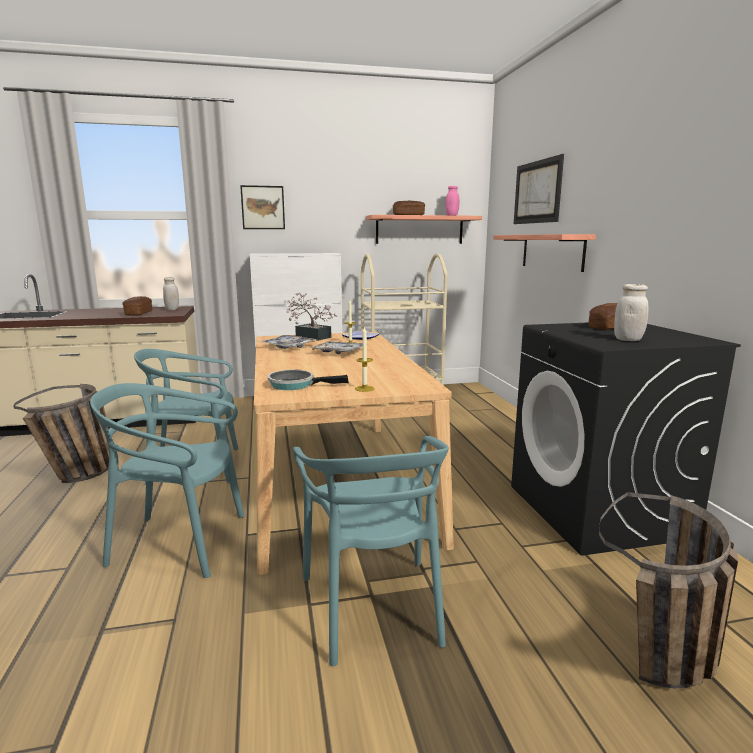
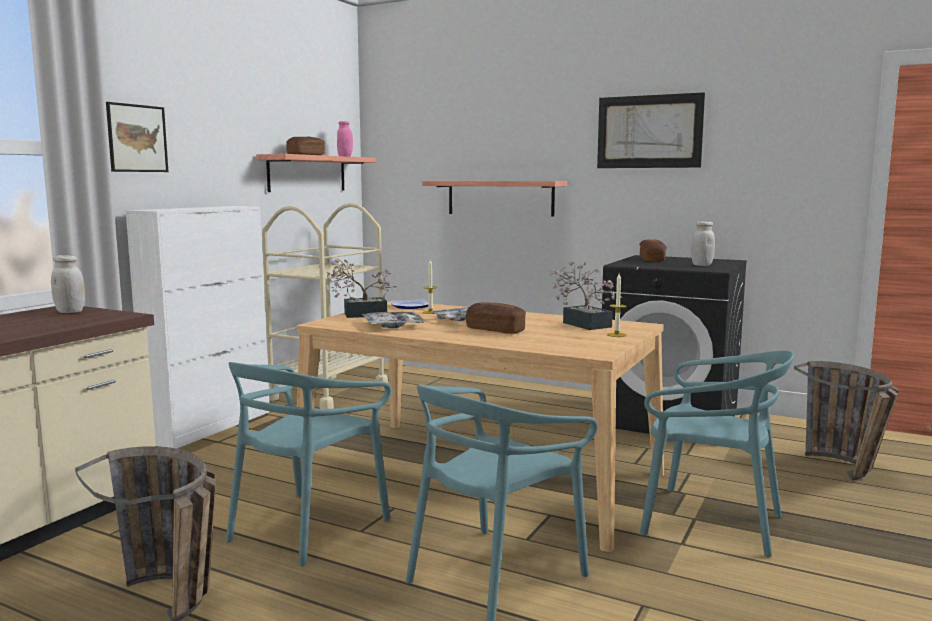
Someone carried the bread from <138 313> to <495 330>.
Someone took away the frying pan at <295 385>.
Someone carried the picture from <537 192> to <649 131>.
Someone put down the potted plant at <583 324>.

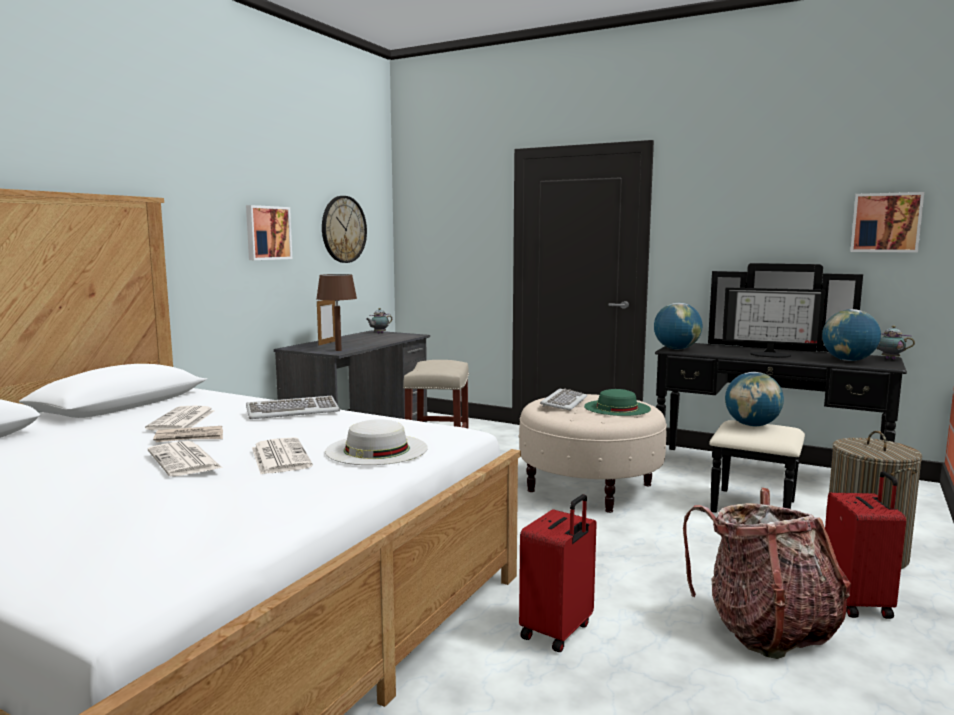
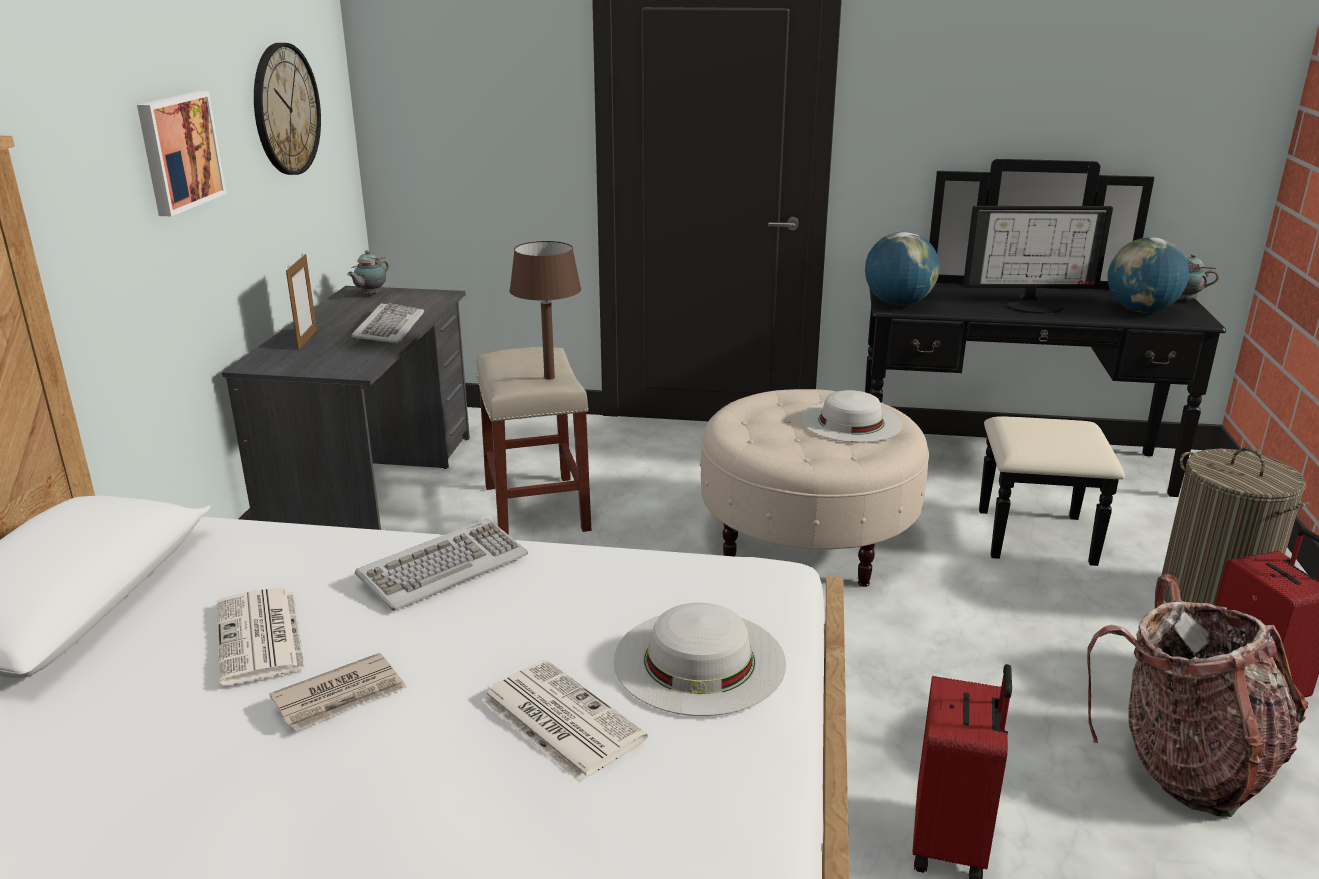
Someone took away the newspaper at <185 460>.
Someone carried the table lamp (brown) from <338 350> to <549 377>.
Someone carried the keyboard from <563 402> to <388 328>.
Someone repainted the hat (green) at <617 407>, which became the hat (white) at <851 421>.
Someone took away the globe at <752 425>.
Someone took away the picture at <886 222>.

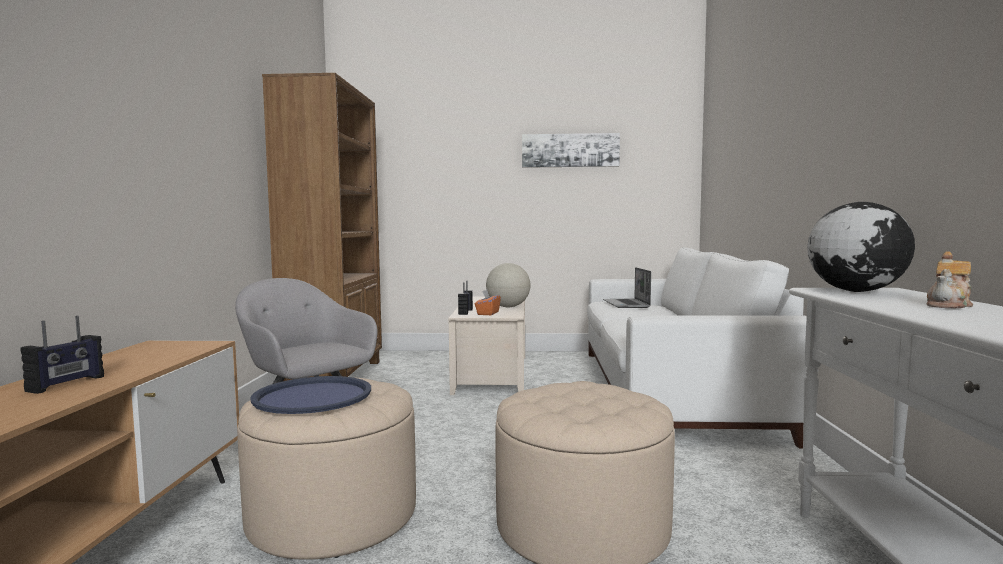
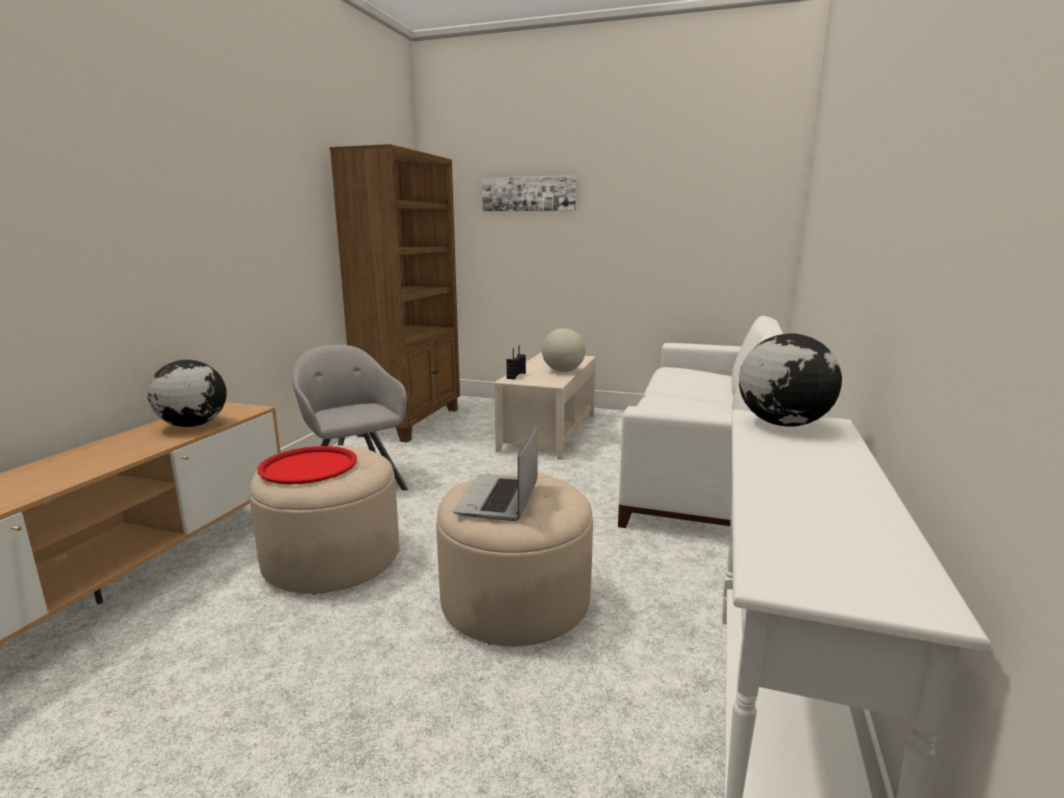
Someone took away the radio at <66 384>.
Someone repainted the tray (blue) at <312 396>, which became the tray (red) at <308 466>.
Someone took away the tissue box (orange) at <487 313>.
Someone carried the picture from <570 150> to <528 194>.
Someone carried the laptop from <627 304> to <499 499>.
Someone took away the teapot at <949 305>.
Someone put down the globe at <192 425>.

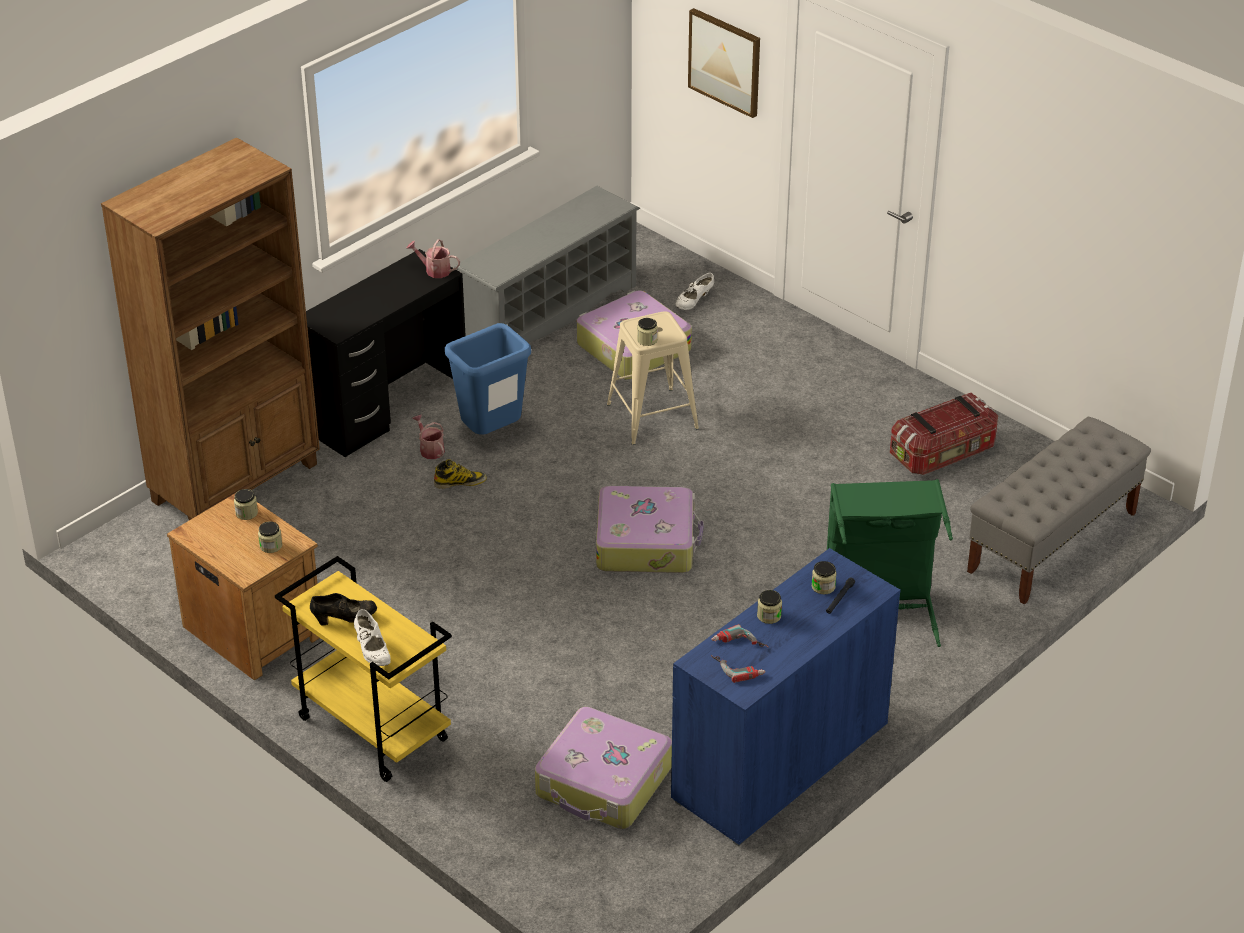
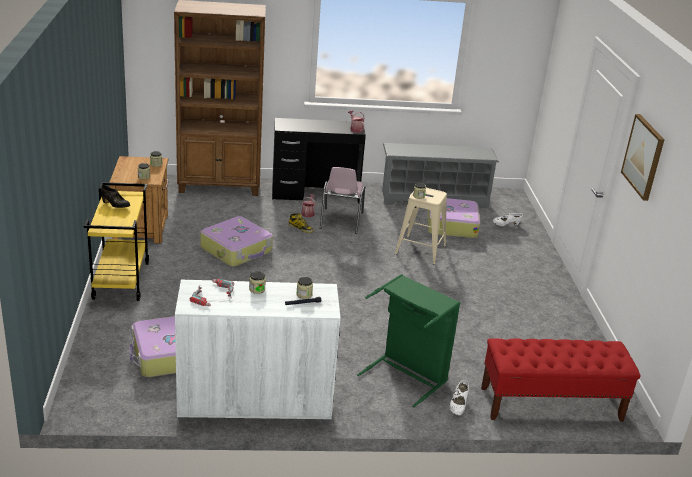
Someone carried the shoe (white) from <372 652> to <458 406>.
Someone swapped the trash can (blue) at <491 434> for the chair (pink) at <340 221>.
Someone carried the suitcase from <646 542> to <237 250>.
Someone repainted the cabinet (blue) at <780 762>, which became the cabinet (white) at <255 400>.
Someone carried the picture from <725 62> to <643 156>.
Someone took away the storage box at <943 454>.
Someone repainted the bench (grey) at <1052 542>, which became the bench (red) at <550 404>.

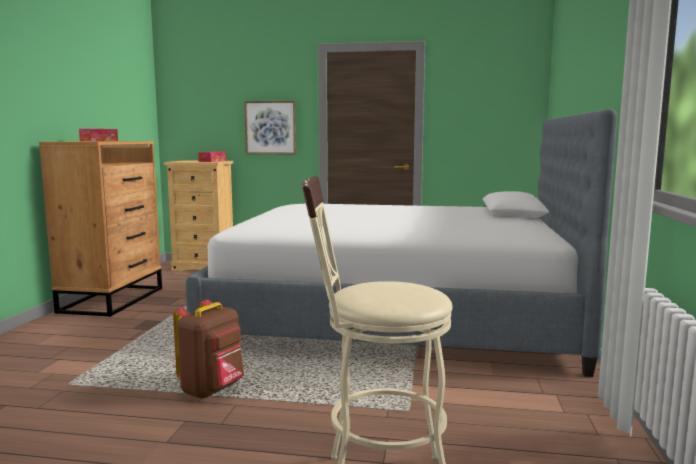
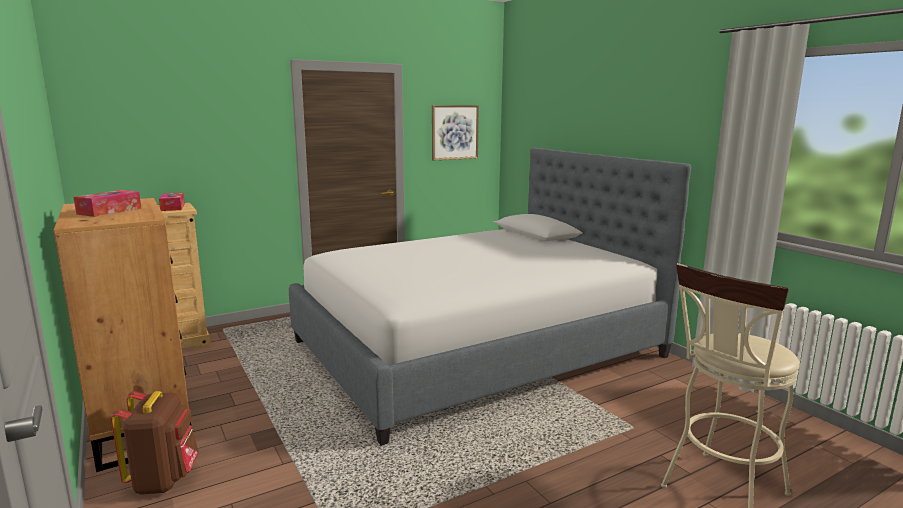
Someone carried the backpack (brown) from <212 390> to <164 480>.
Someone carried the picture from <270 127> to <454 132>.

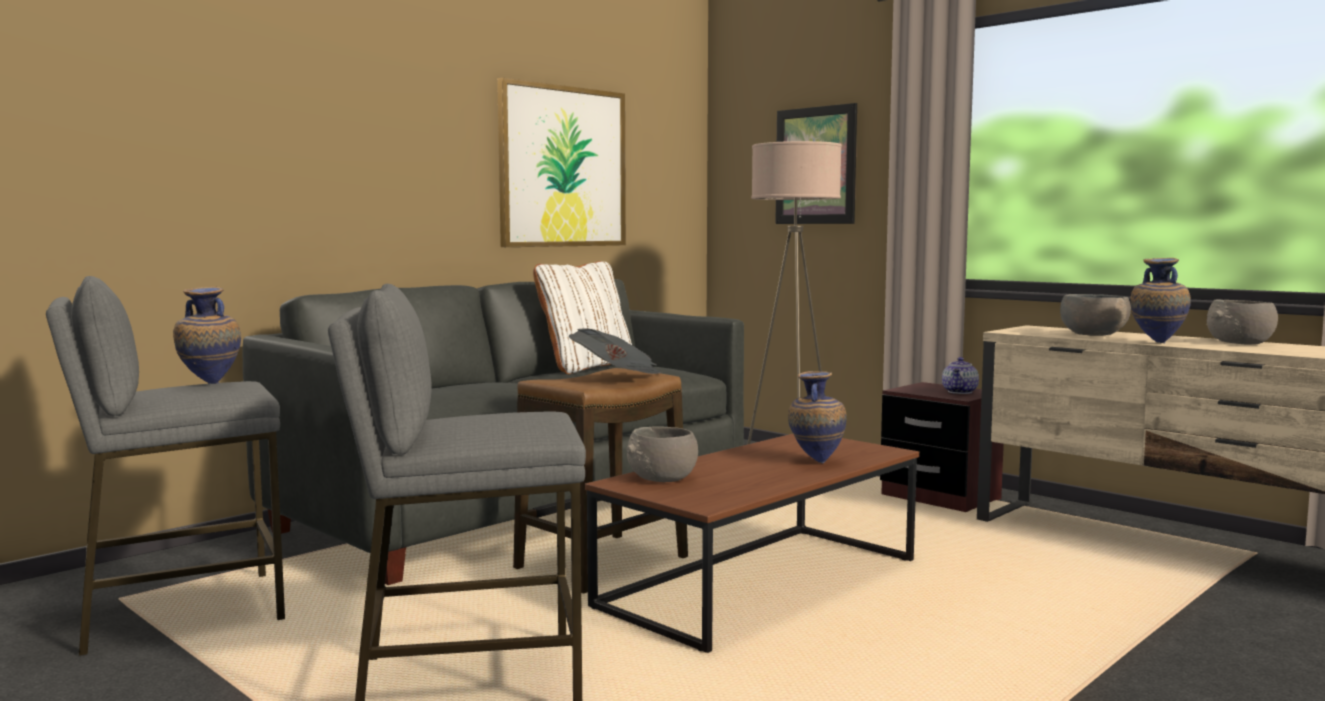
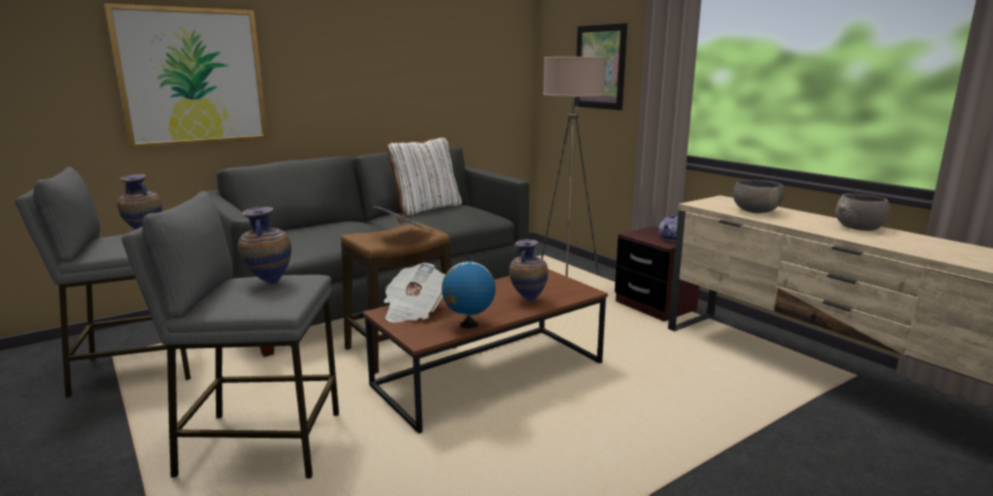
Someone carried the picture from <563 167> to <192 77>.
Someone swapped the bowl (grey) at <662 478> for the newspaper at <414 310>.
Someone carried the vase from <1156 343> to <268 284>.
Someone put down the globe at <468 325>.

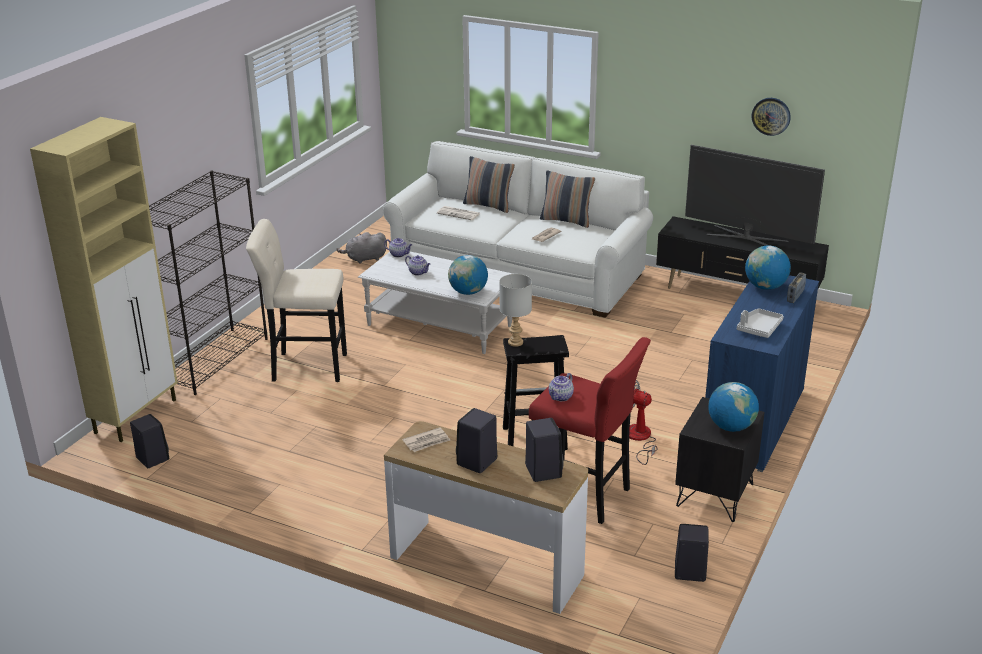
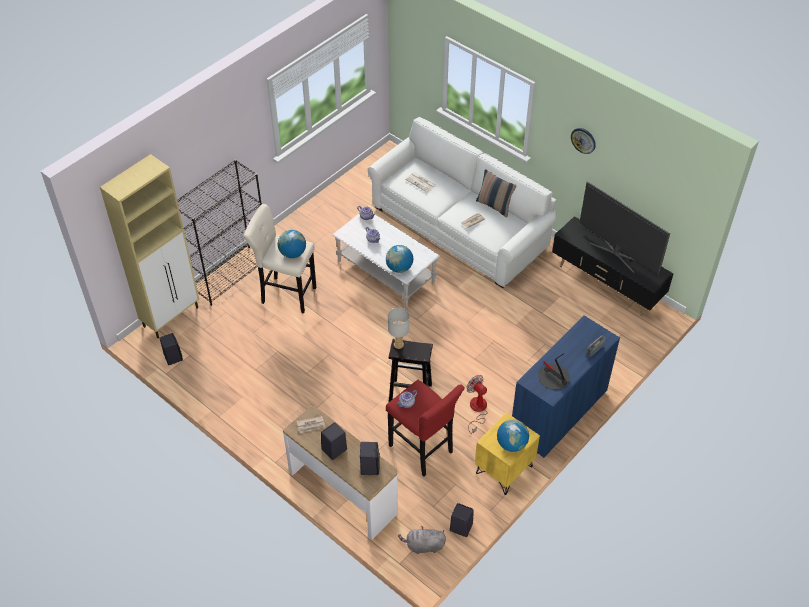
Someone carried the plush toy (grey) from <365 259> to <423 546>.
Someone took away the pillow at <488 205>.
Someone repainted the nightstand (black) at <715 495>, which became the nightstand (yellow) at <504 470>.
Someone swapped the tray (grey) at <759 328> for the table lamp at <553 378>.
Someone carried the globe from <765 287> to <292 253>.
Someone carried the wall clock from <771 116> to <583 140>.

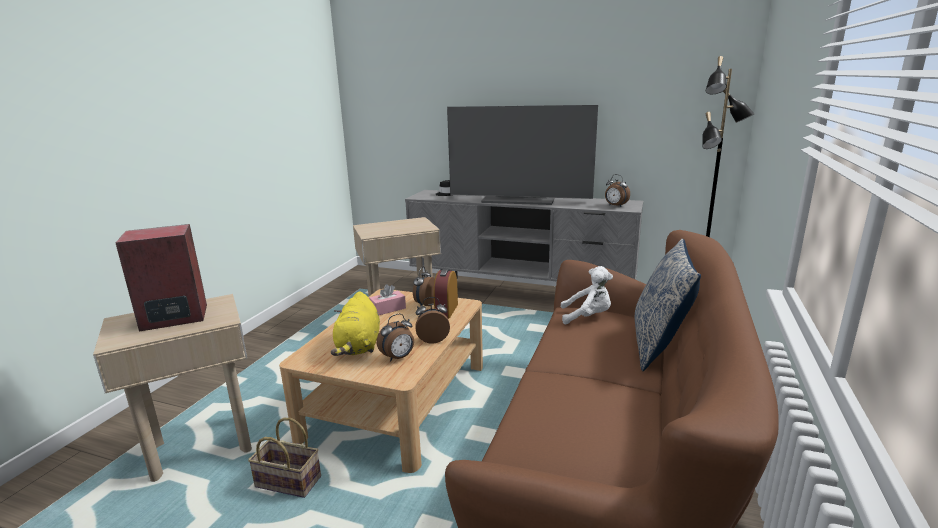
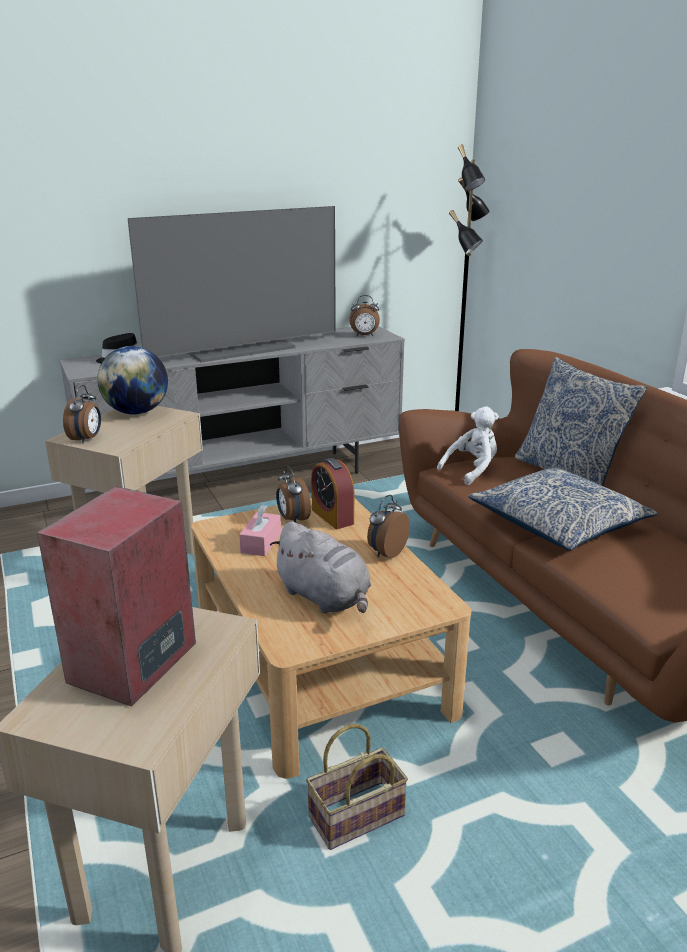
Someone repainted the plush toy (yellow) at <359 346>, which became the plush toy (grey) at <325 598>.
Someone carried the alarm clock from <398 357> to <86 439>.
Someone put down the globe at <136 412>.
Someone put down the pillow at <558 523>.

